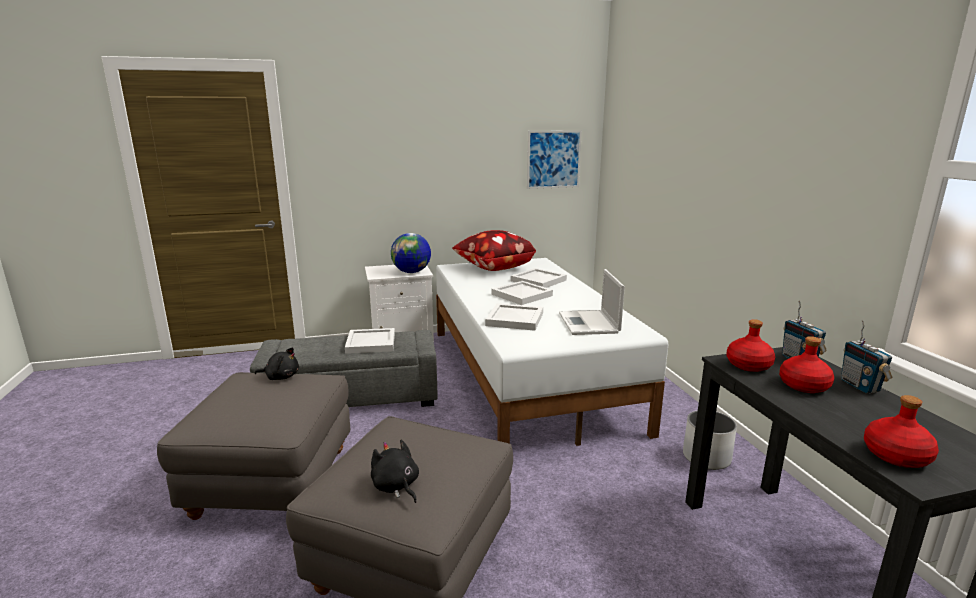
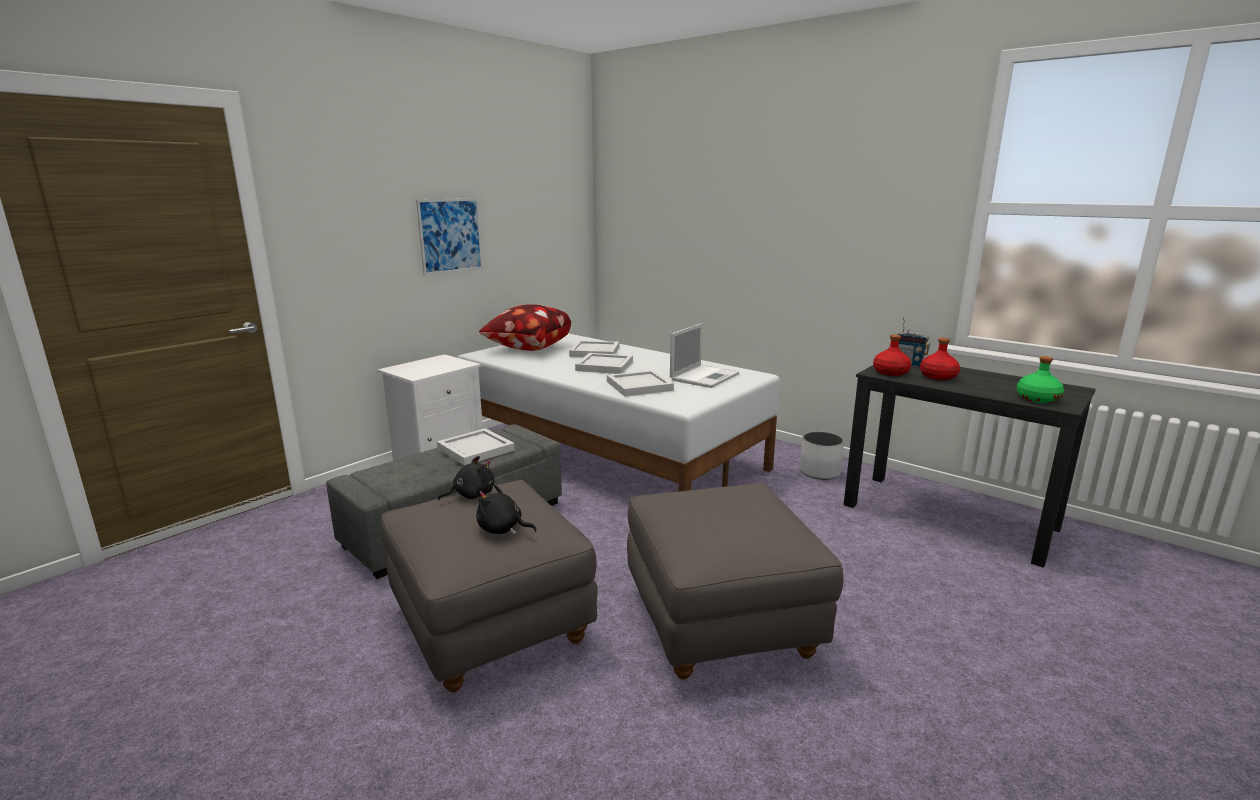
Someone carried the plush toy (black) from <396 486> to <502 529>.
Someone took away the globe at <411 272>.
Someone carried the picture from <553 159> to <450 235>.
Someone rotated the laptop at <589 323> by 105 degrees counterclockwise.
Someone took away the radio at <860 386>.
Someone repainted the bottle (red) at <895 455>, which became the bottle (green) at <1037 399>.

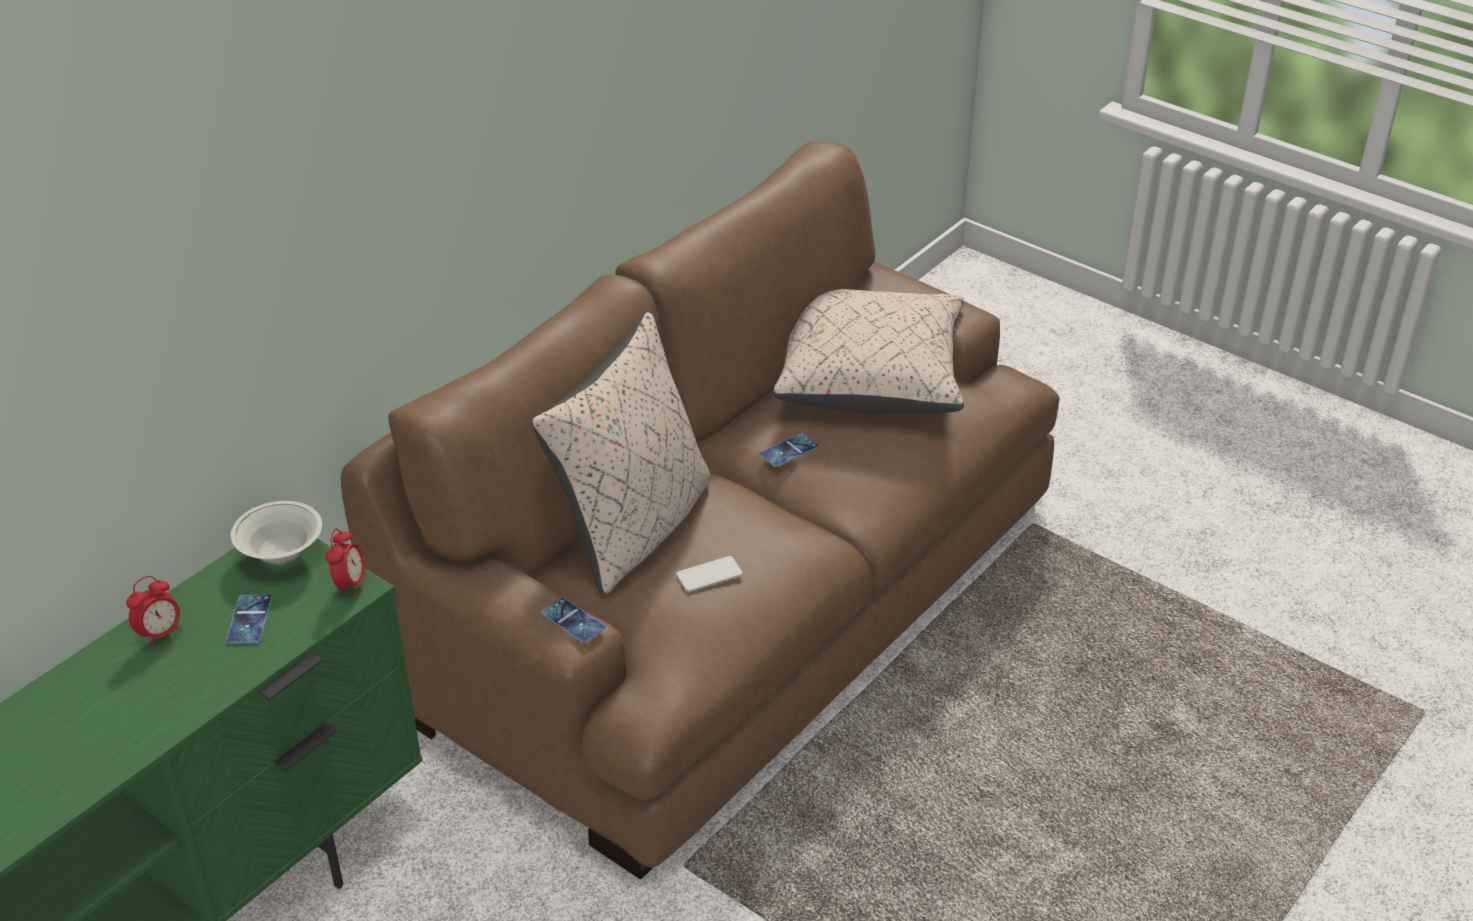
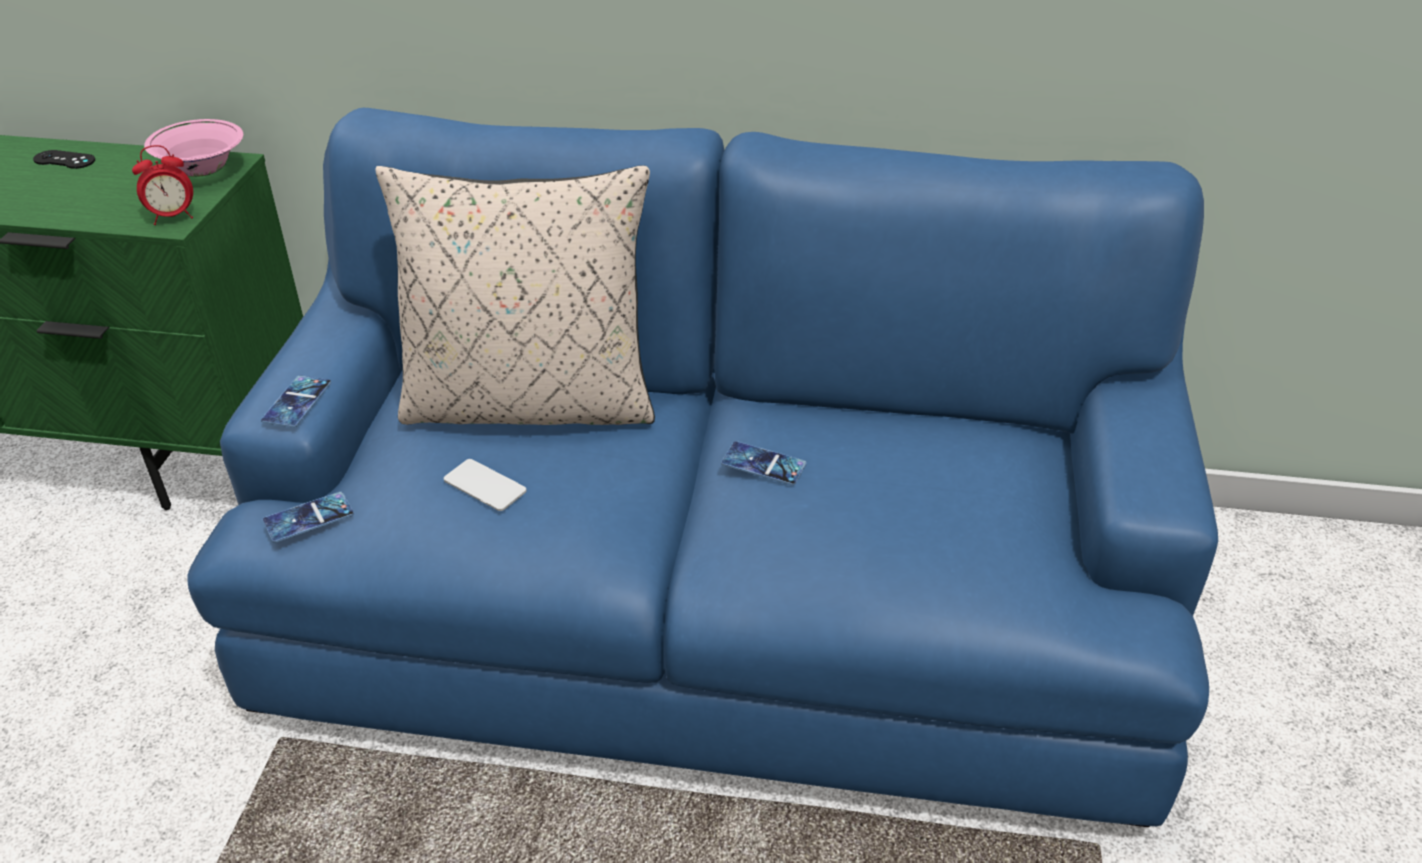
Someone swapped the alarm clock at <160 634> for the game controller (black) at <64 160>.
Someone carried the phone from <249 619> to <308 517>.
Someone repainted the bowl (white) at <281 555>, which became the bowl (pink) at <203 172>.
Someone repainted the sofa (brown) at <734 599>, which became the sofa (blue) at <712 606>.
Someone took away the pillow (beige) at <870 376>.

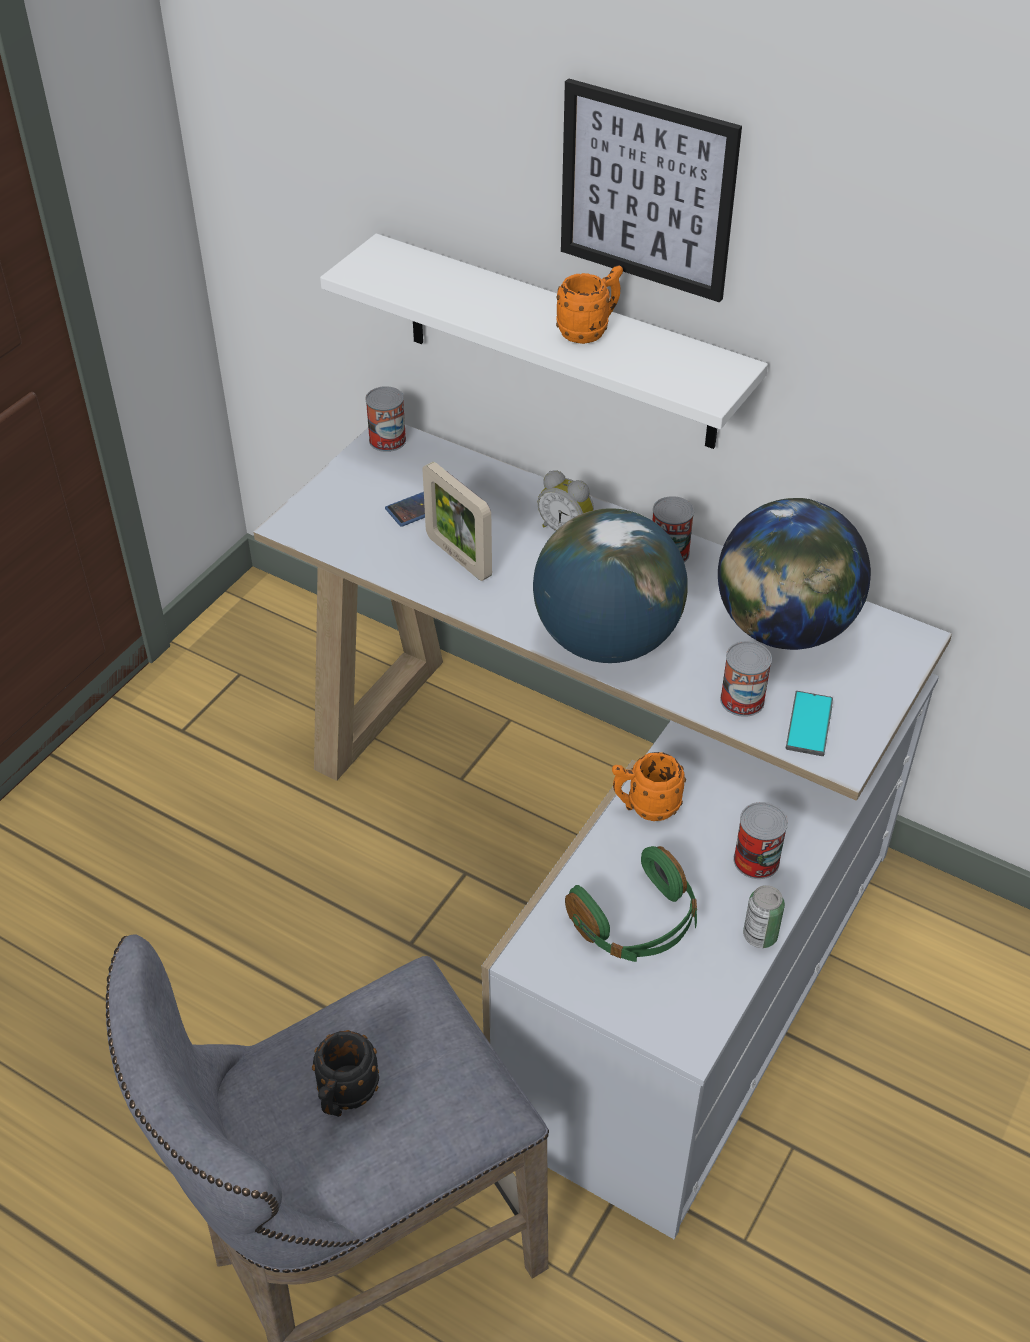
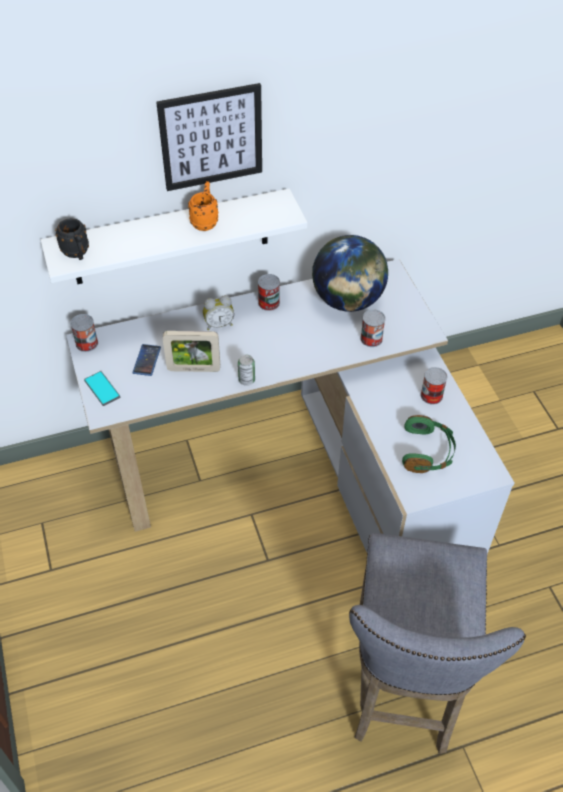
Someone carried the mug (black) from <344 1097> to <77 254>.
Someone took away the globe at <607 641>.
Someone took away the mug (orange) at <645 806>.
Someone carried the can from <760 935> to <246 380>.
Someone carried the phone from <809 724> to <102 389>.

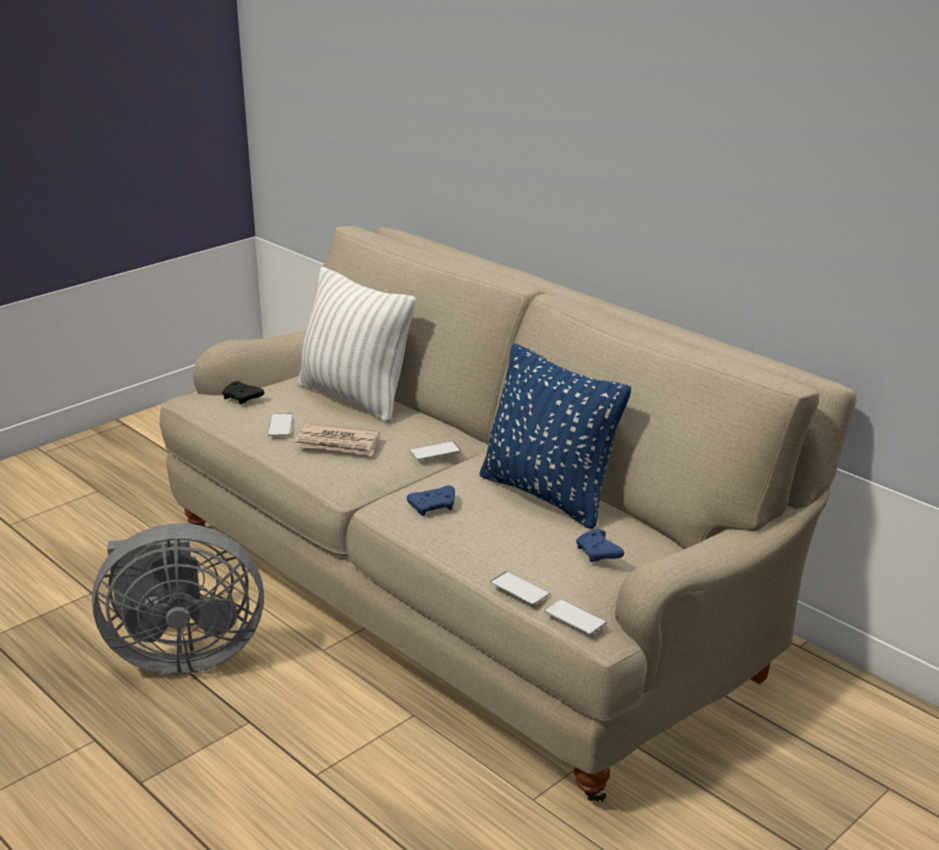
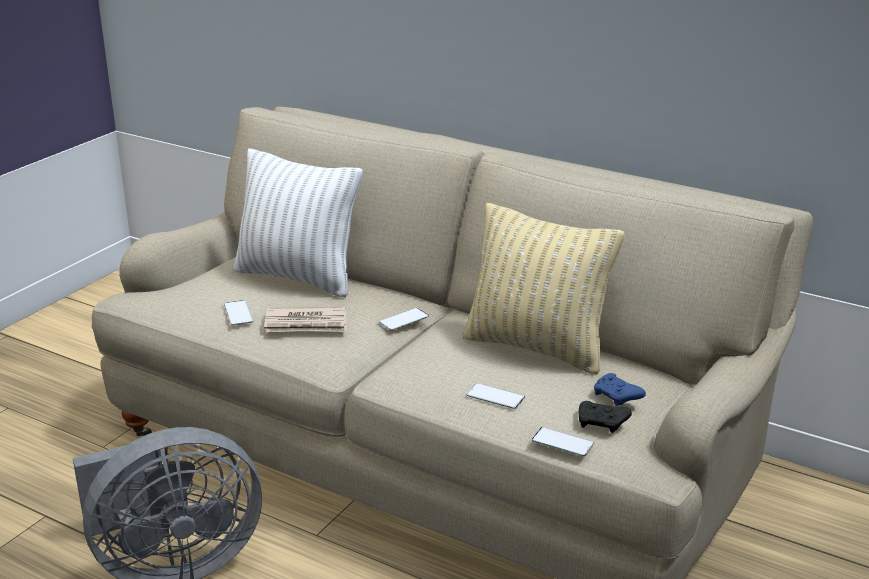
Someone carried the game controller (black) from <242 399> to <602 423>.
Someone took away the game controller (blue) at <434 507>.
Someone repainted the pillow (blue) at <548 495>, which became the pillow (beige) at <537 347>.
Someone carried the phone from <575 617> to <495 396>.

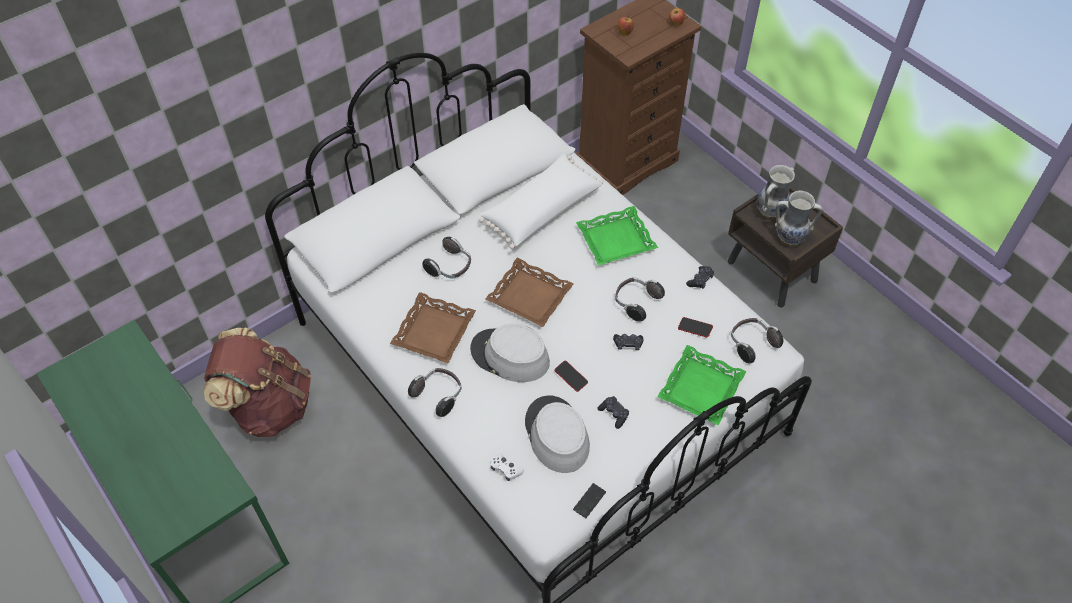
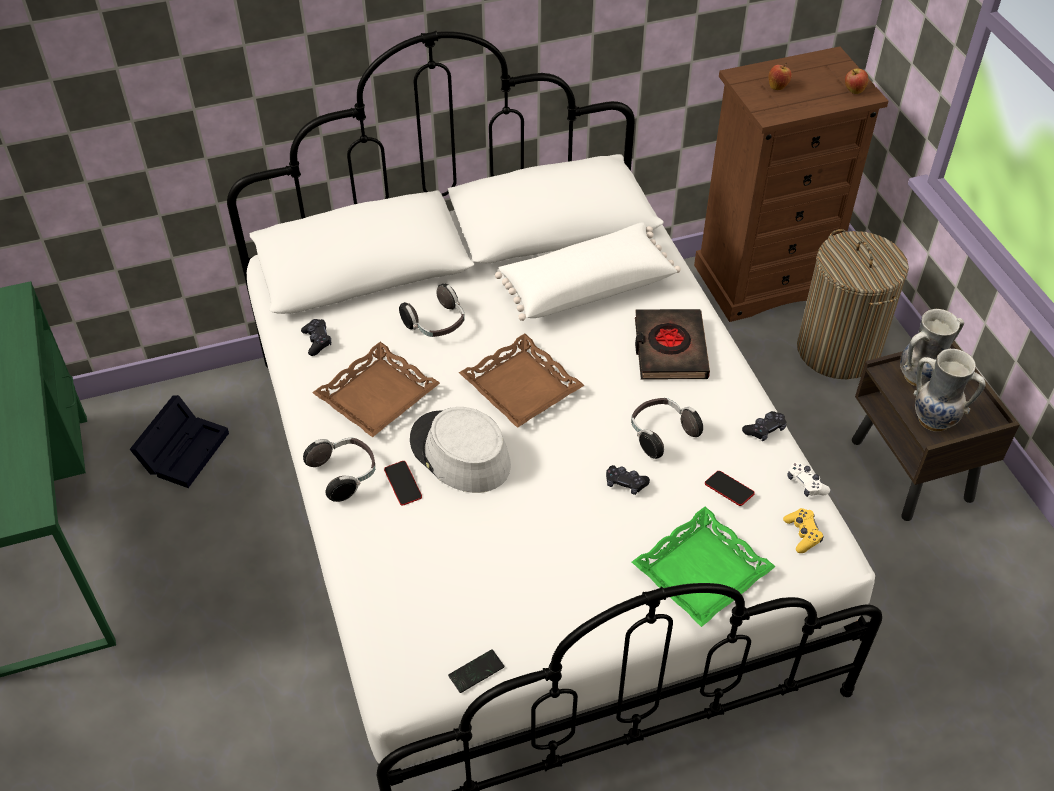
Someone swapped the backpack (brown) at <269 405> for the storage box (black) at <184 449>.
Someone carried the game controller (white) from <506 469> to <806 484>.
Someone took away the hat (grey) at <556 435>.
Someone carried the phone from <571 377> to <403 485>.
Someone swapped the tray (green) at <616 241> for the book (black) at <669 349>.
Someone carried the game controller (black) from <614 414> to <317 341>.
Someone swapped the headphones at <751 344> for the game controller (yellow) at <802 534>.
Someone put down the laundry basket at <838 350>.

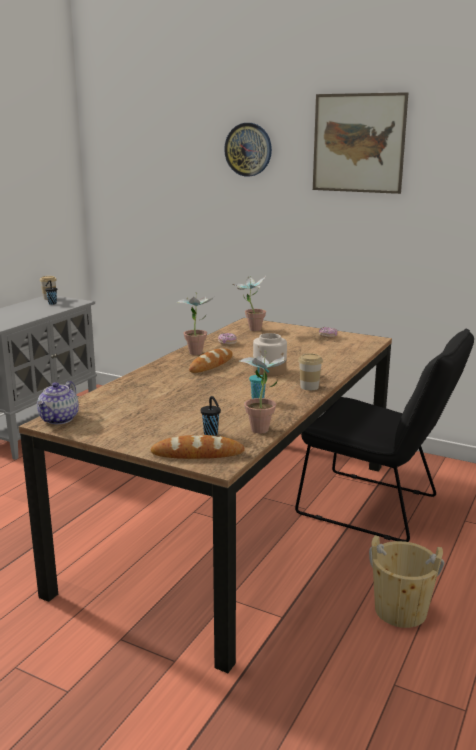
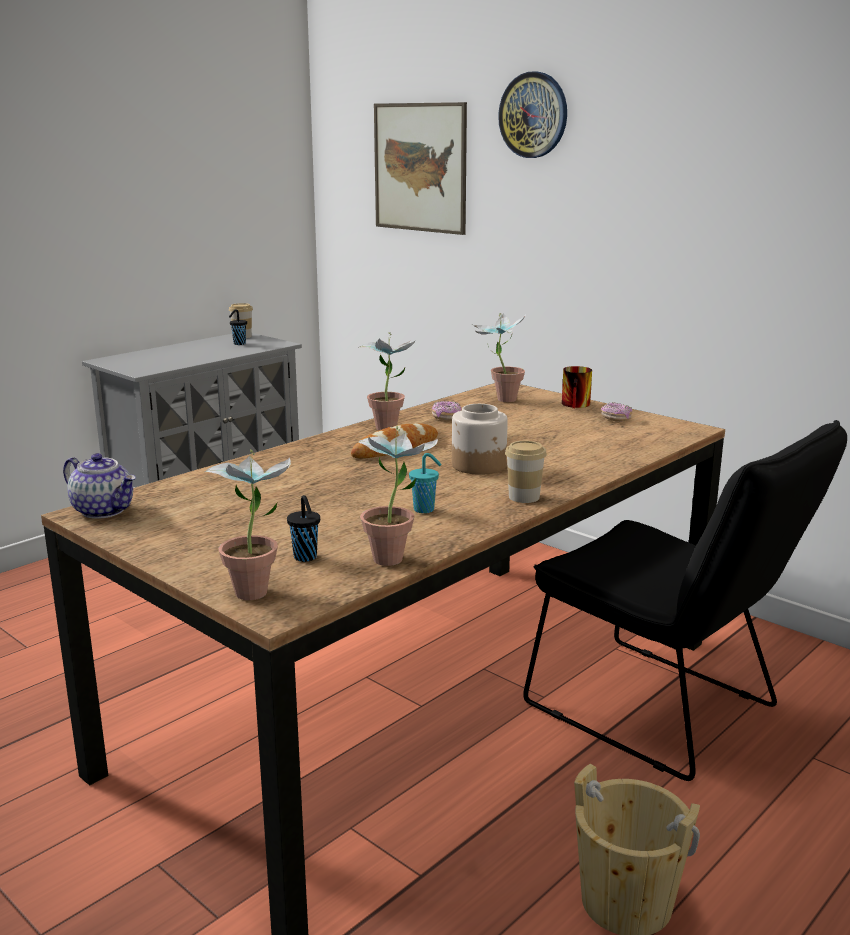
Someone rotated the teapot at <59 419> by 90 degrees counterclockwise.
Someone swapped the bread at <197 453> for the potted plant at <258 587>.
Someone carried the picture from <358 143> to <420 167>.
Someone put down the mug at <578 405>.

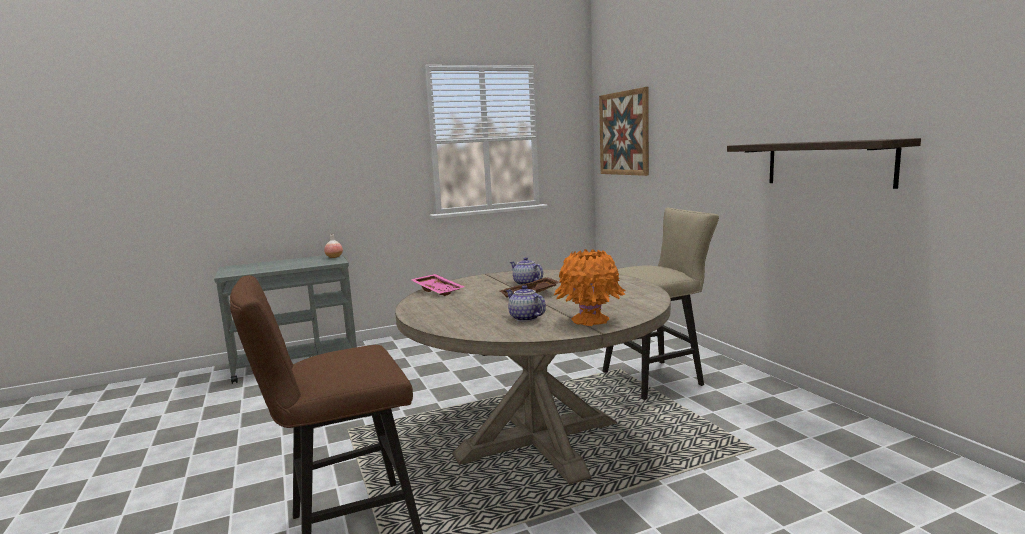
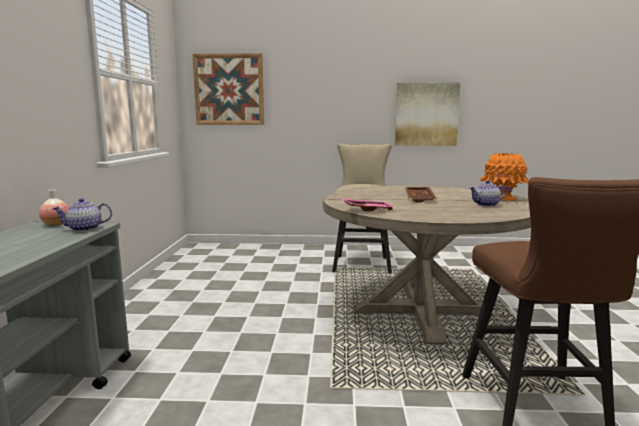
Someone carried the teapot from <526 283> to <84 229>.
Someone swapped the shelf at <828 163> for the picture at <426 114>.

